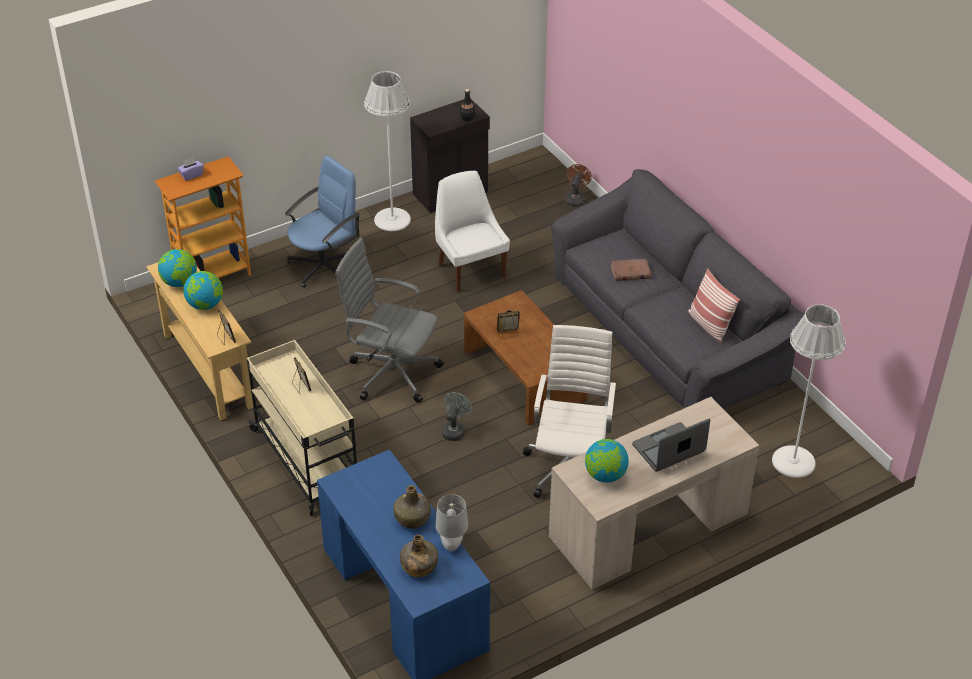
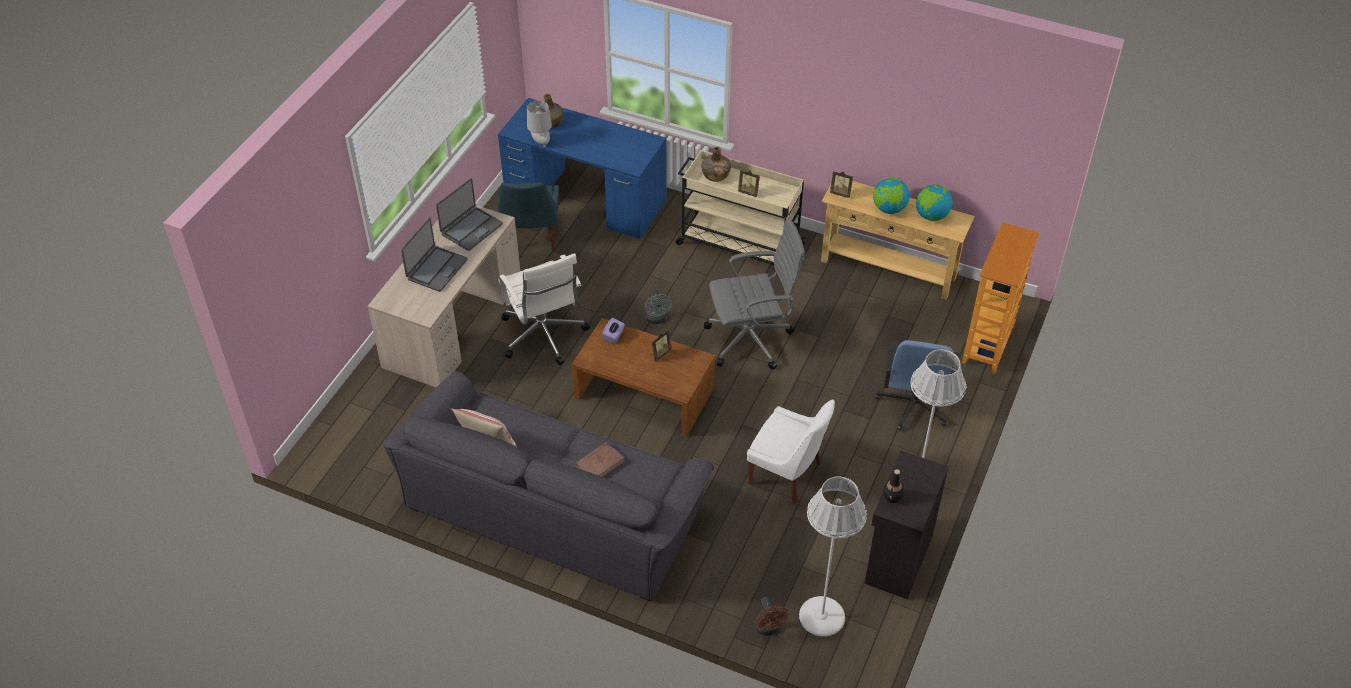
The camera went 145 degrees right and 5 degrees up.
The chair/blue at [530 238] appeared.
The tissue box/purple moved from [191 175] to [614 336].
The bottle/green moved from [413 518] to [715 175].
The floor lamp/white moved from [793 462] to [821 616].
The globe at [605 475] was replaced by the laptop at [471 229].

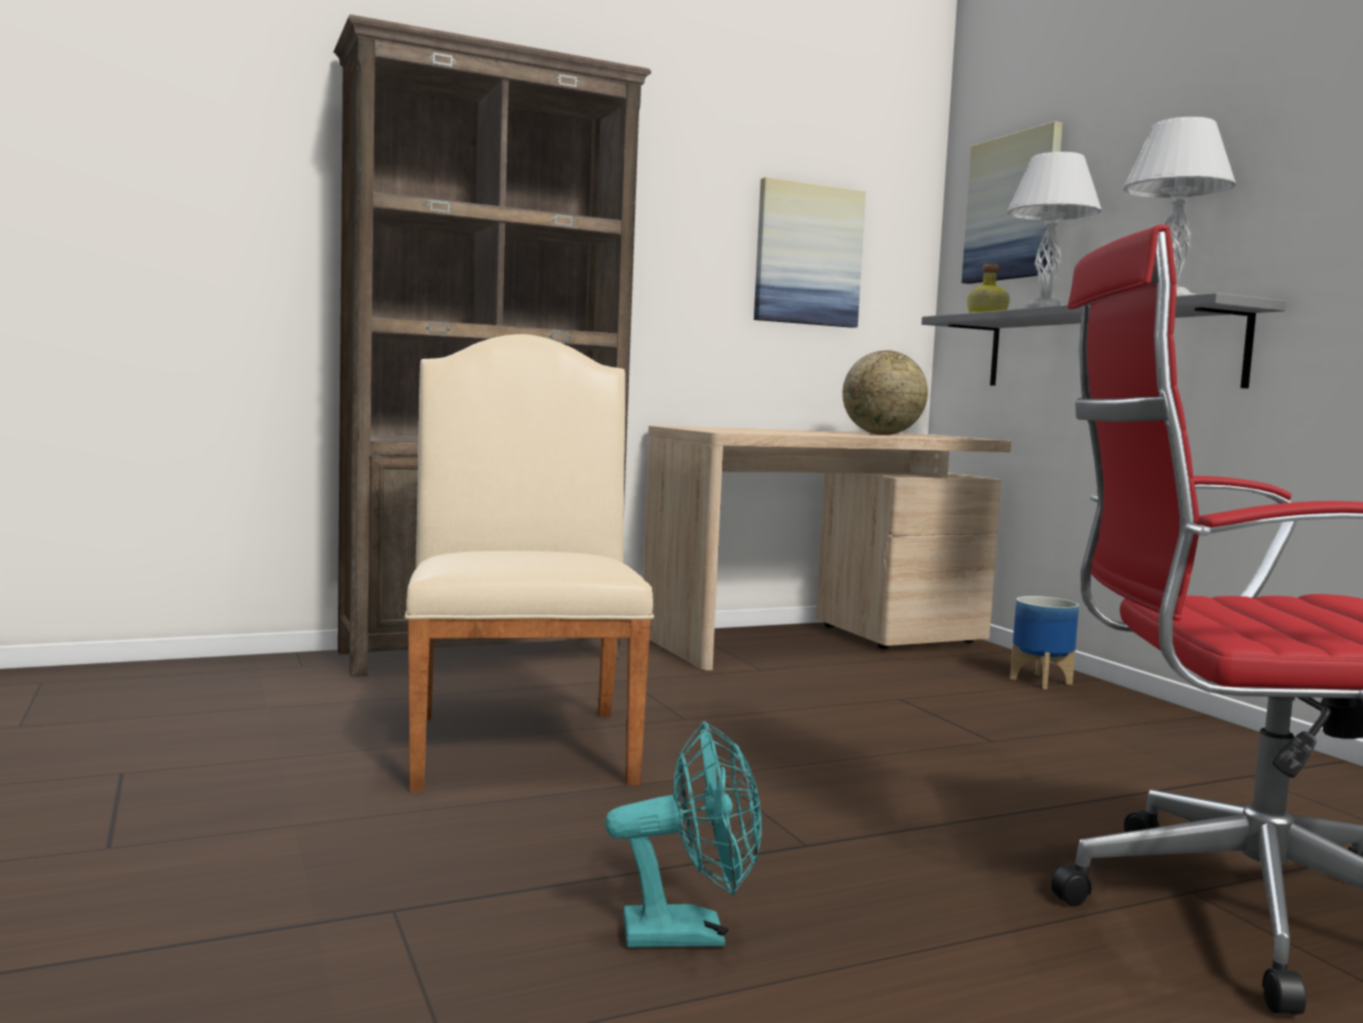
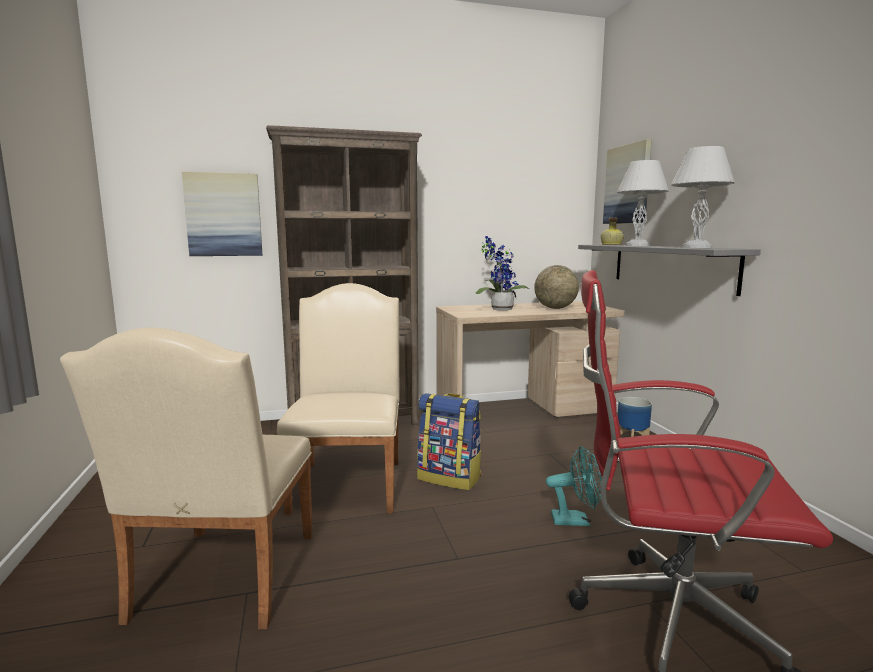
The camera went 10 degrees right and 5 degrees up.
The chair/beige at [221 583] appeared.
The backpack at [450 478] appeared.
The potted plant at [499 309] appeared.
The fan/turquoise moved from [690 933] to [576 520].
The picture moved from [807 255] to [224 215].

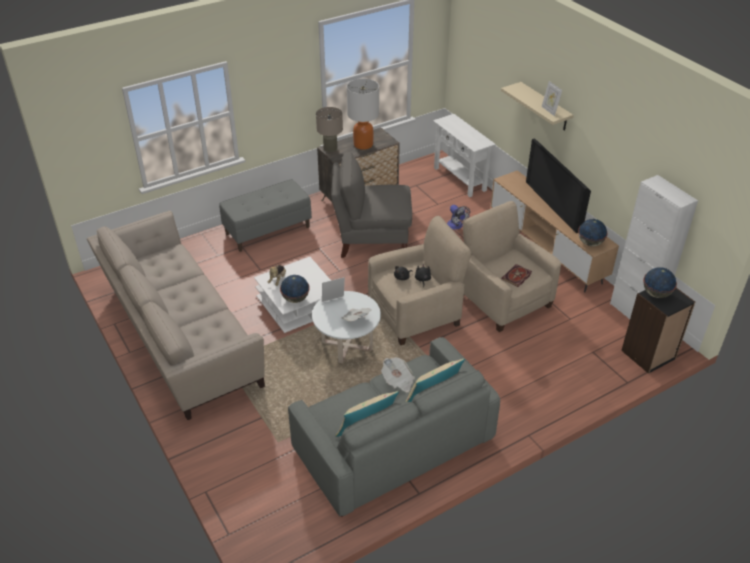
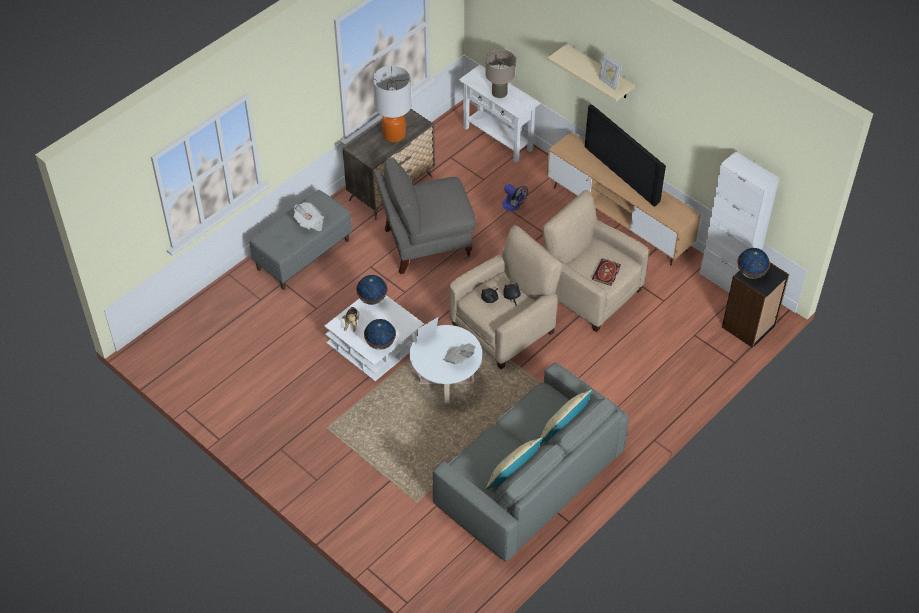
The camera went 15 degrees left and 10 degrees up.
The sofa/beige at [179 338] disappeared.
The table lamp/beige moved from [330 148] to [499 92].
The newspaper moved from [398 381] to [310 223].
The globe moved from [590 243] to [372 299].

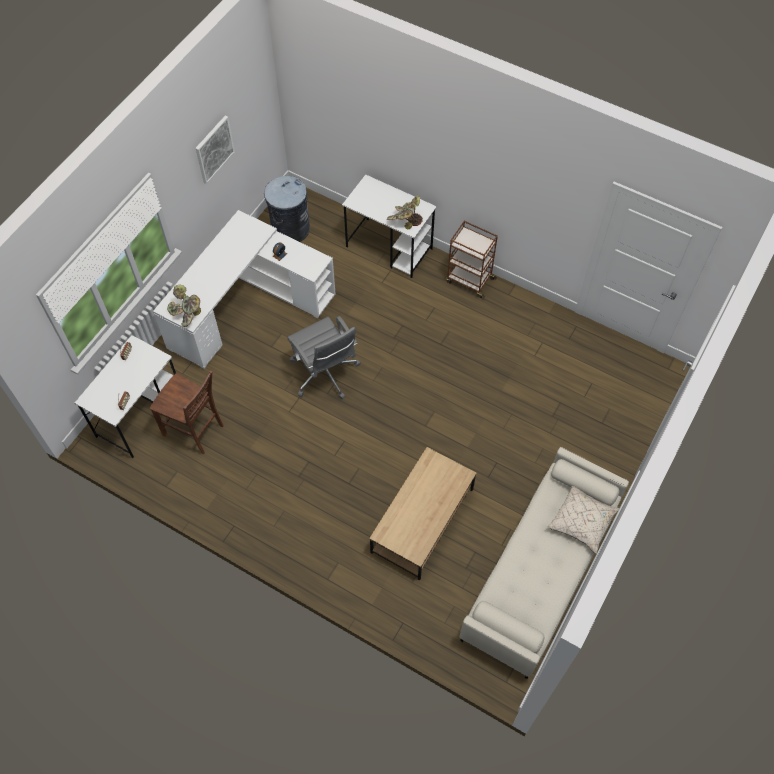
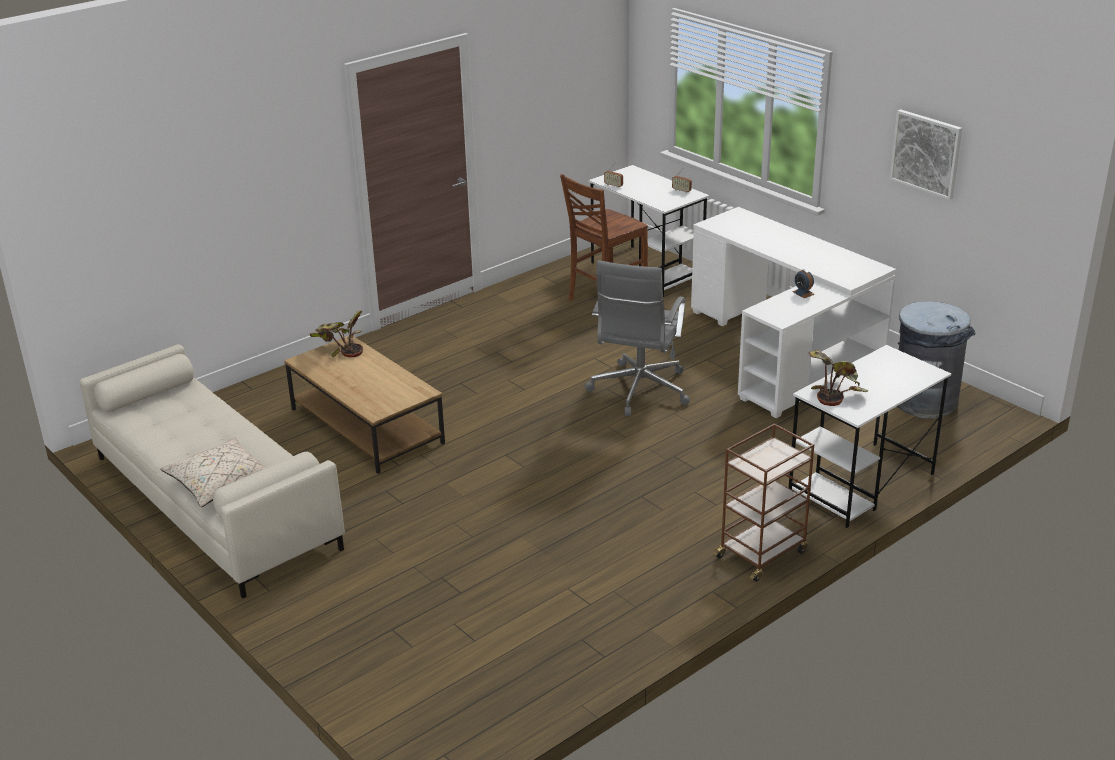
The camera went 110 degrees right and 30 degrees down.
The potted plant moved from [187 314] to [340 349].
The office chair/grey at [325 374] turned 60 degrees counterclockwise.

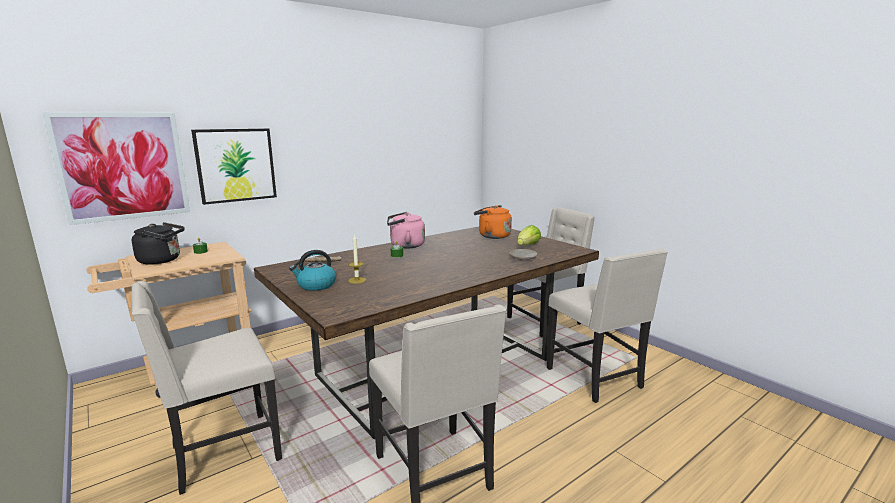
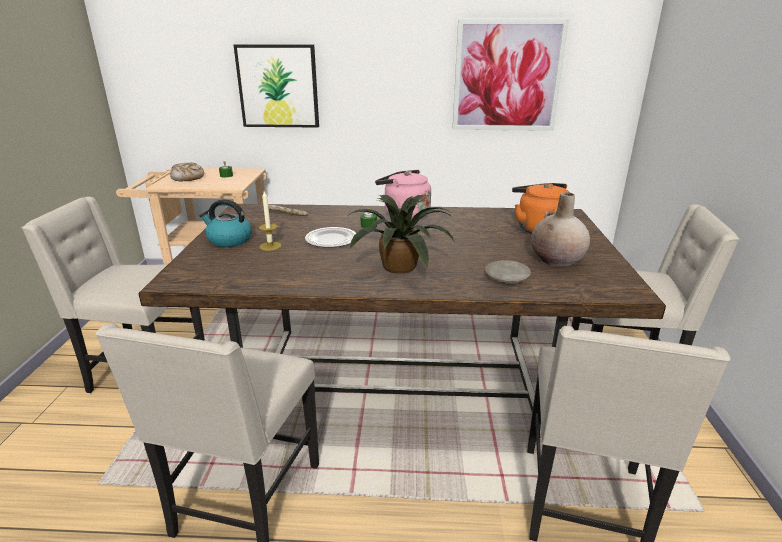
The camera went 40 degrees right and 10 degrees up.
The plate at [331 240] appeared.
The potted plant at [402 268] appeared.
The picture moved from [123 166] to [507 76].
The kettle/black at [162 260] was replaced by the bread at [188 178].
The lettuce at [528 246] was replaced by the vase/beige at [557 260].

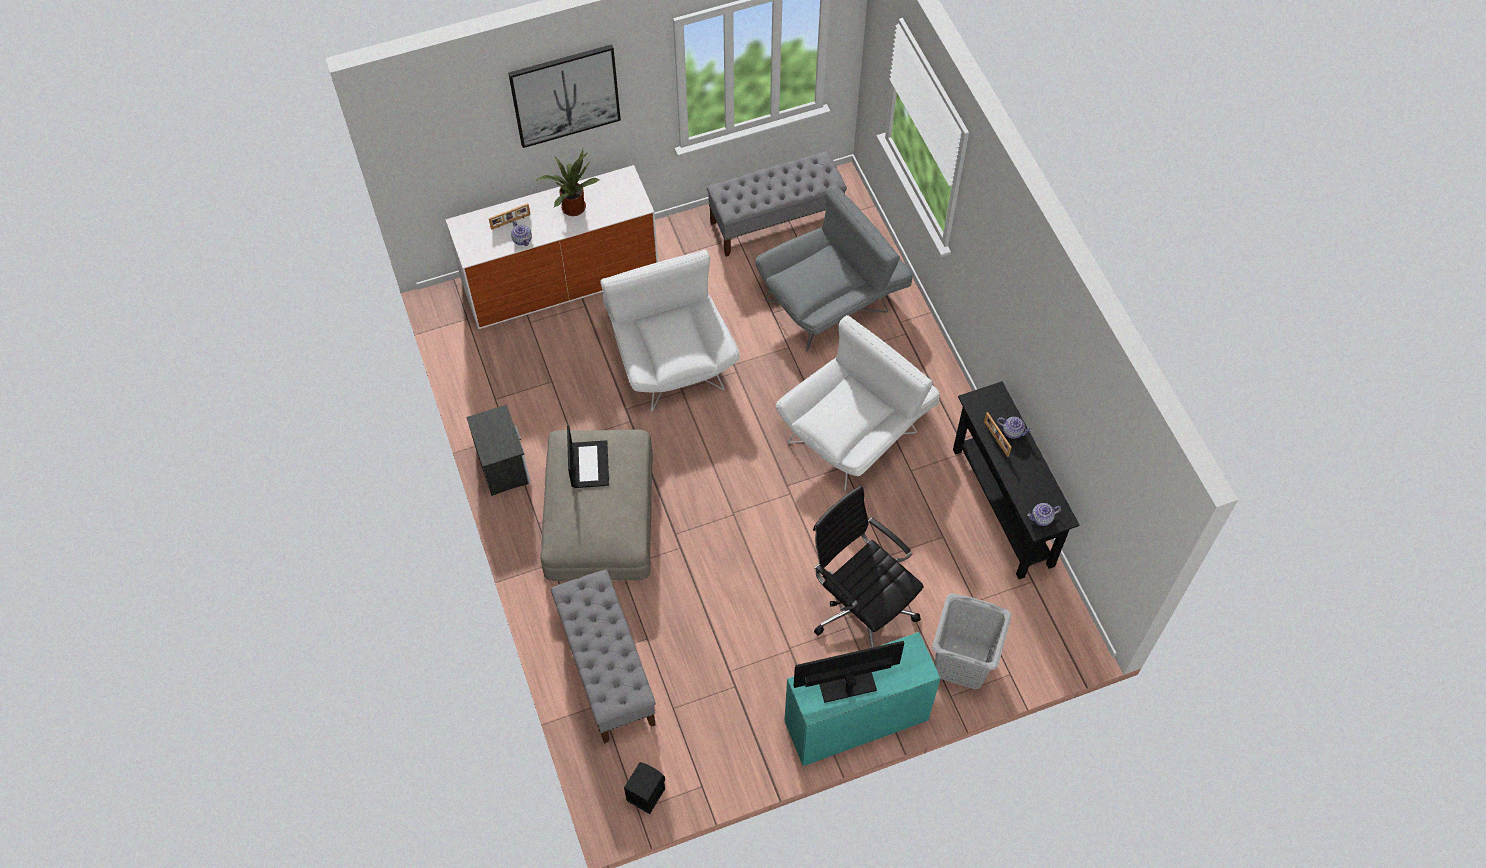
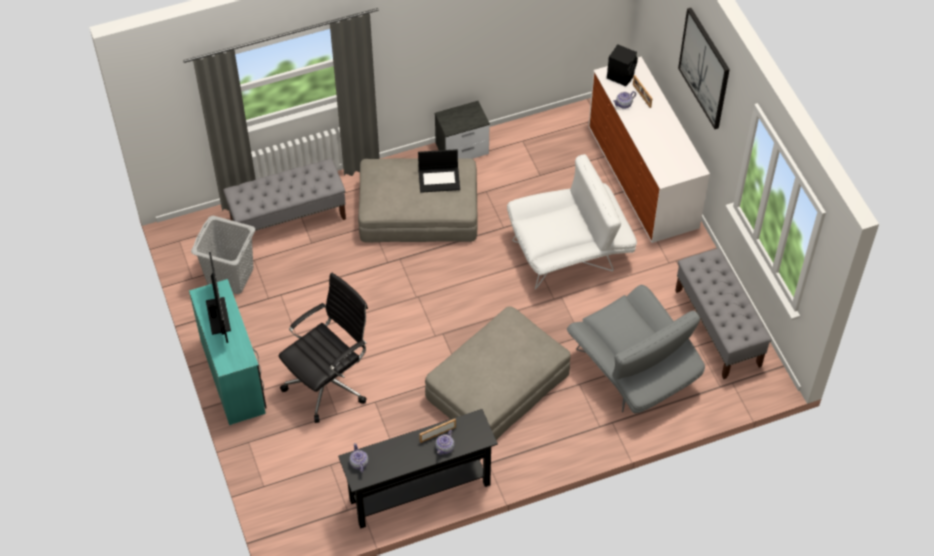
The camera went 90 degrees right and 5 degrees down.
The potted plant at [572 205] disappeared.
The speaker/black moved from [645 794] to [621 75].
The laundry basket/grey moved from [962 662] to [230 276].
The armchair/white at [857 429] was replaced by the ottoman/beige at [498 385].

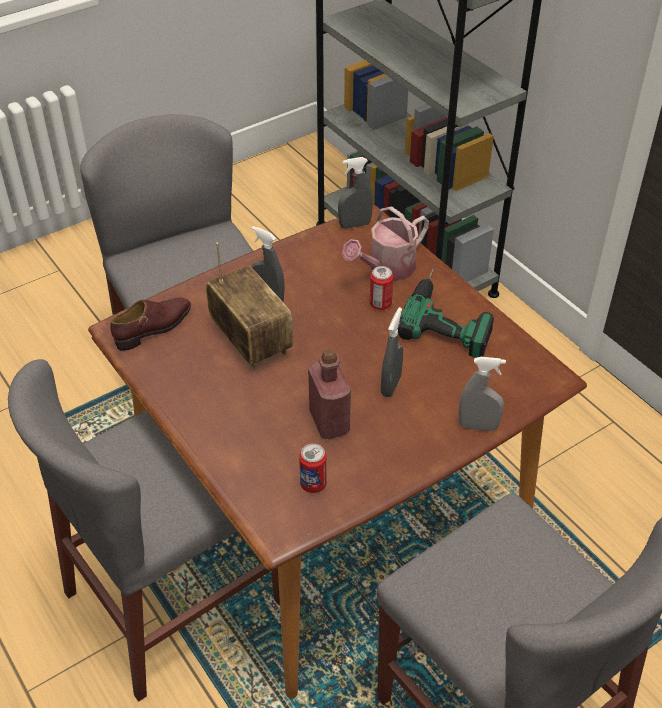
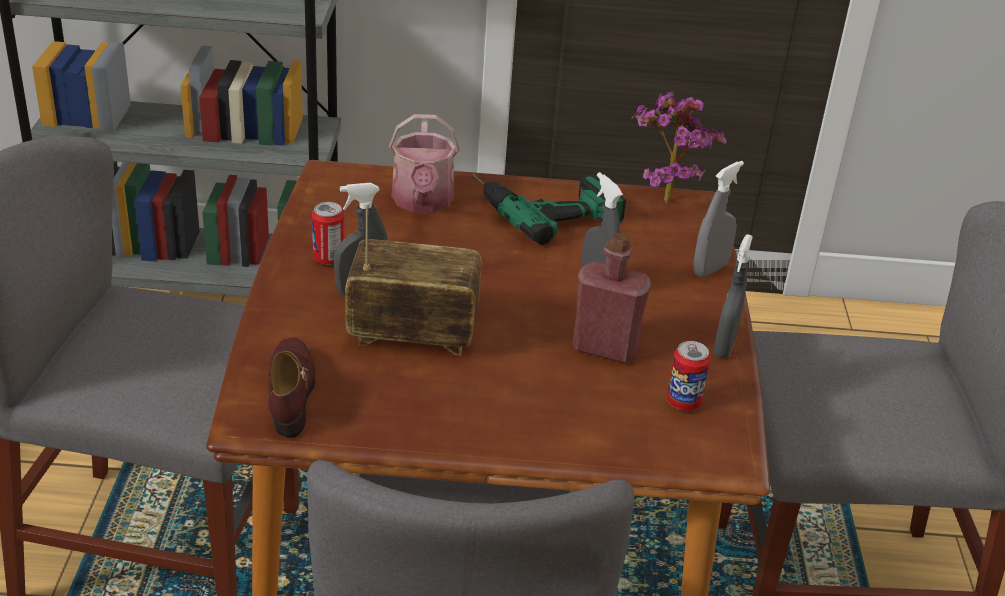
The camera went 55 degrees left and 10 degrees down.
The potted plant at [663 197] appeared.
The spray bottle/grey moved from [354 225] to [724 346].
The can moved from [380 304] to [328 259].

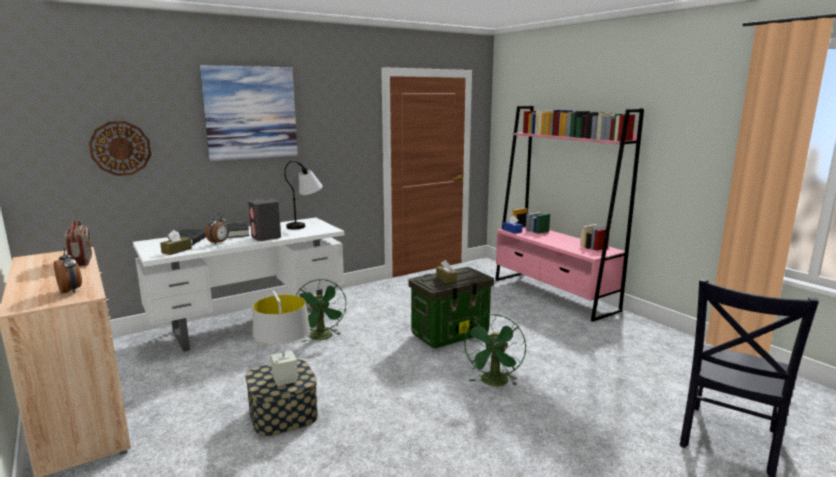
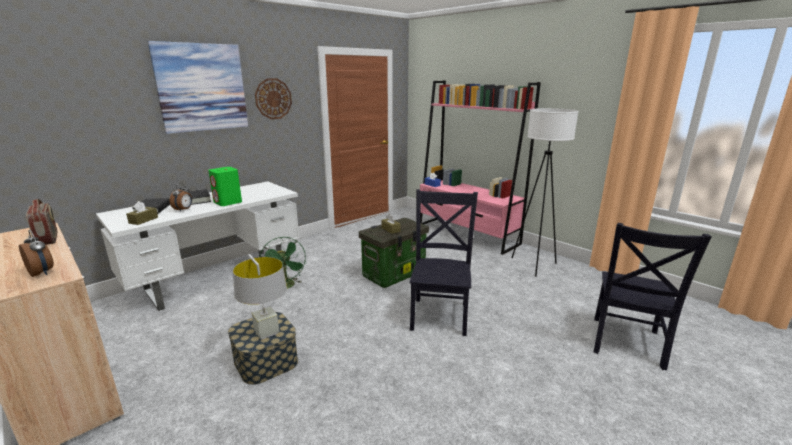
The camera went 10 degrees left and 5 degrees up.
The table lamp at [306 224] disappeared.
The floor lamp/white at [533 265] appeared.
The wall clock moved from [120 148] to [273 99].
The fan/green at [494 383] was replaced by the chair/black at [440 314].
The speaker/grey at [266 237] became the speaker/green at [228 202].

